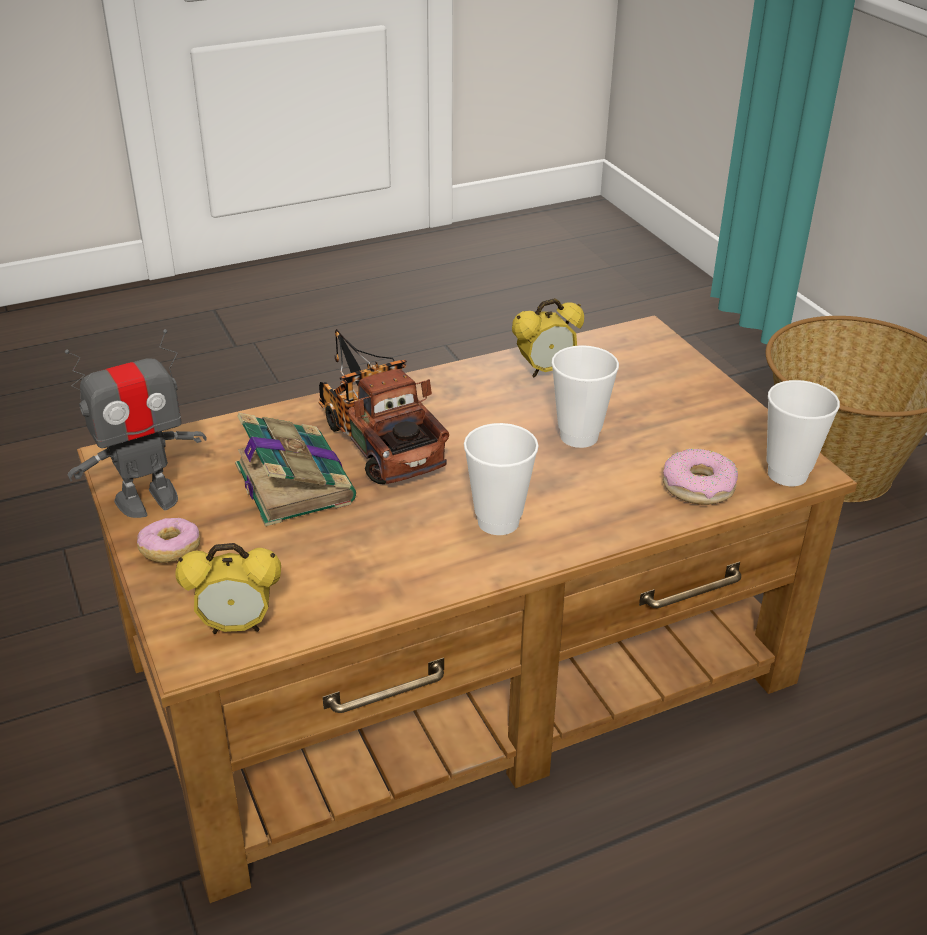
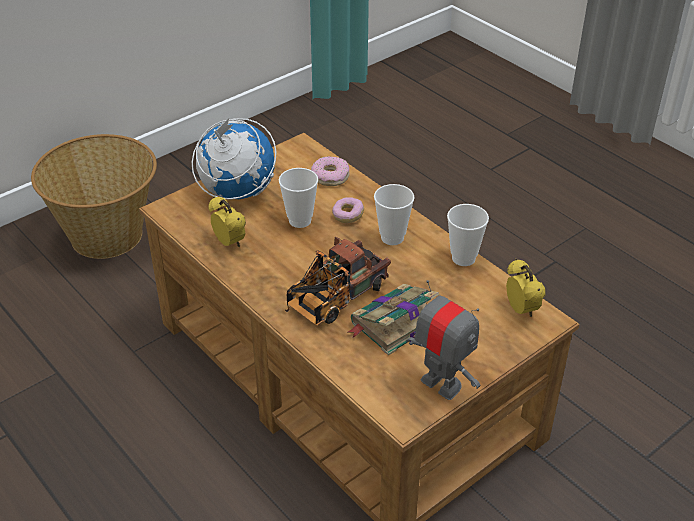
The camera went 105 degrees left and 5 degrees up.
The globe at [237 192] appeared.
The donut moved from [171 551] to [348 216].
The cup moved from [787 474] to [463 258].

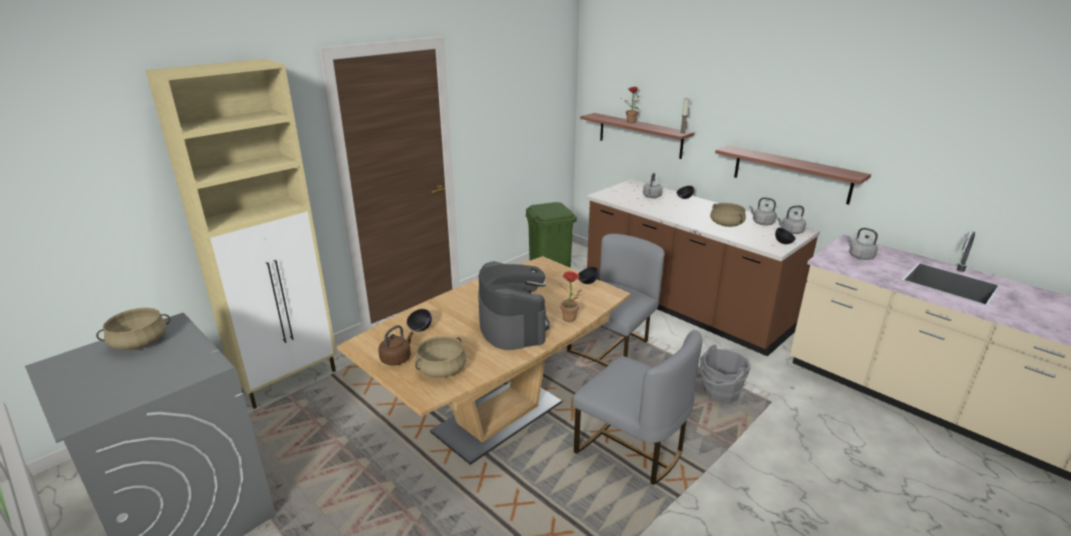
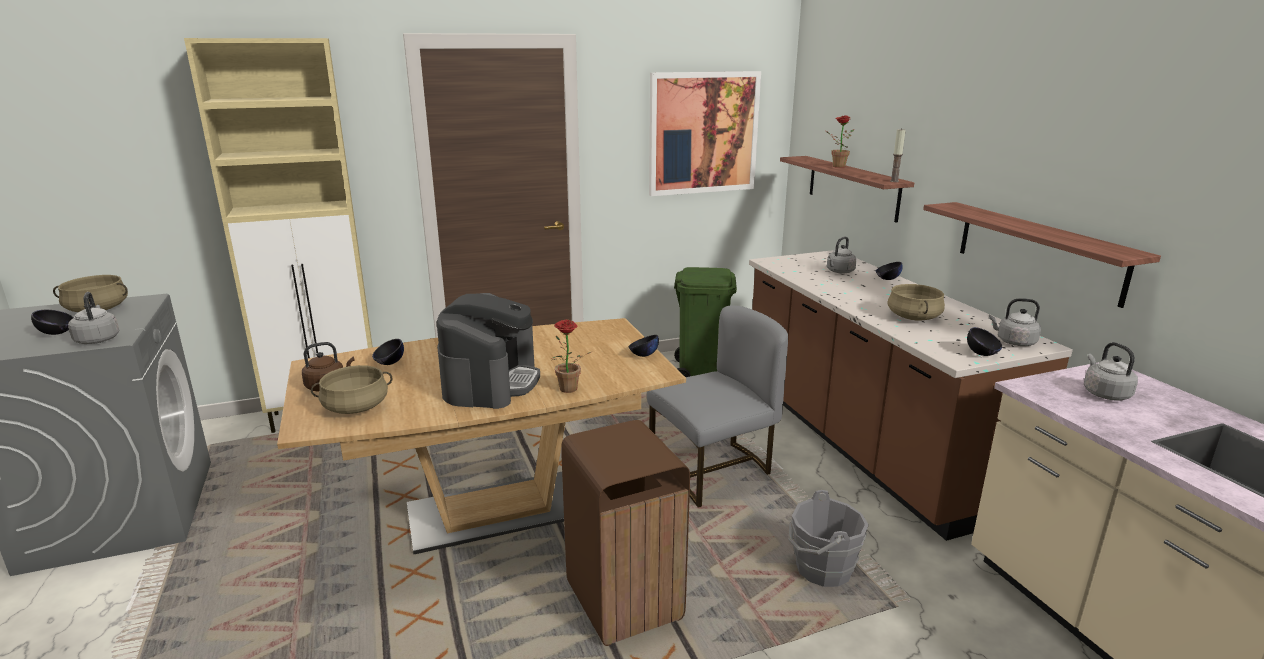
The camera went 25 degrees right and 5 degrees down.
The bowl/black at [57 333] appeared.
The picture at [703 133] appeared.
The kettle/grey moved from [761 223] to [98 339].
The chair/grey at [631 449] was replaced by the trash can/brown at [623 602].

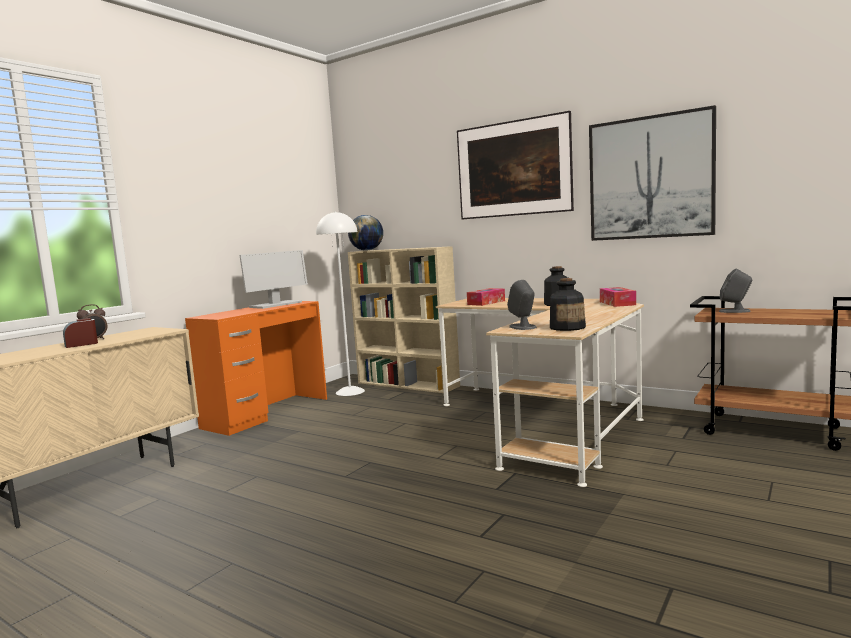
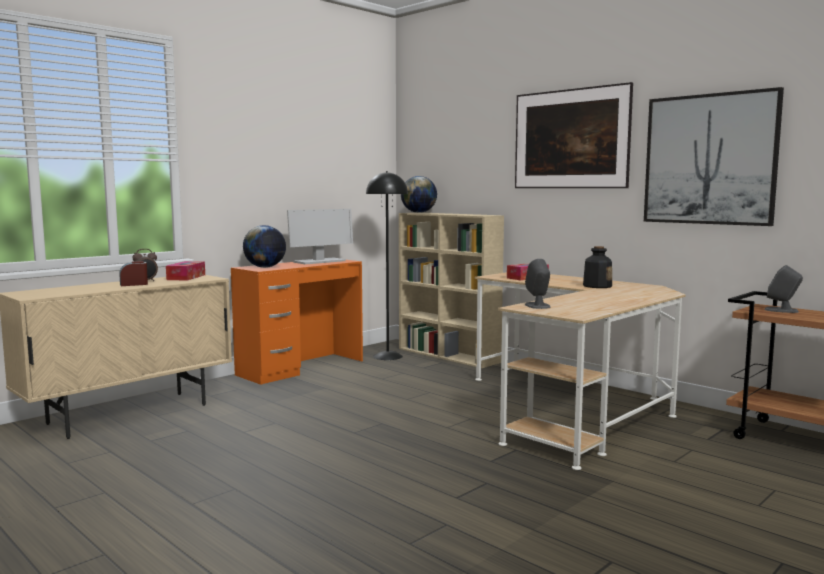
The camera went 10 degrees right and 0 degrees up.
The bottle at [567 327] disappeared.
The globe at [265 267] appeared.
The tissue box moved from [617 303] to [186 277].
The floor lamp/white at [350 391] became the floor lamp/black at [388 356].

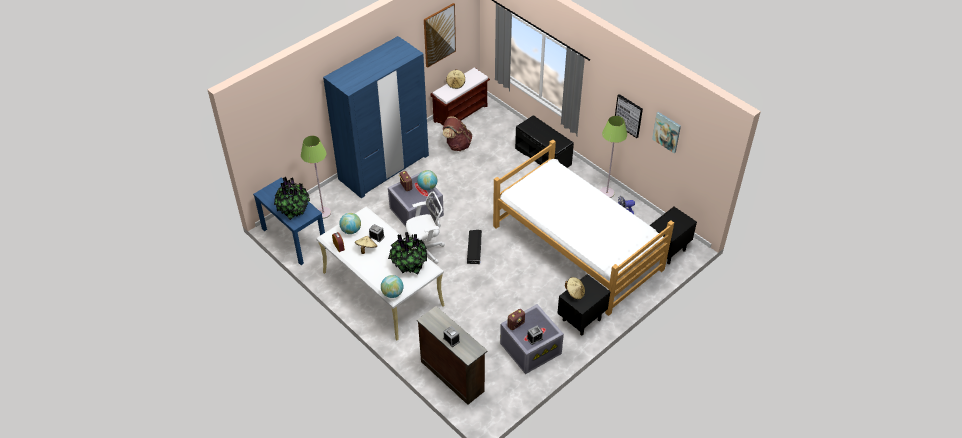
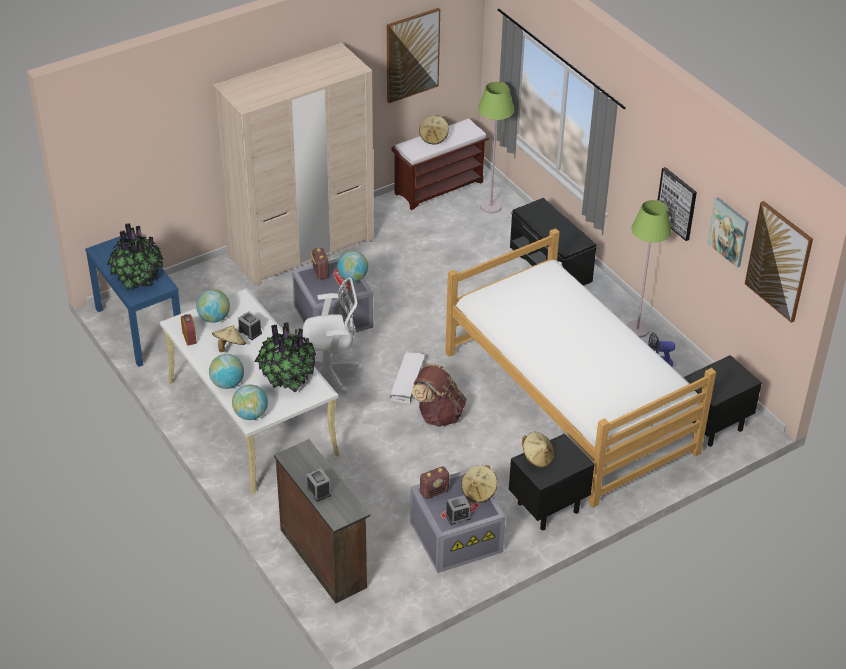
The camera went 10 degrees right and 5 degrees down.
The globe at [227 383] appeared.
The hat/beige at [479 491] appeared.
The picture at [779 261] appeared.
The floor lamp/green moved from [323 213] to [491 206].
The backpack/brown moved from [457 145] to [438 414].
The wardrobe/blue at [384 167] became the wardrobe/beige at [301 247].
The storage box/black at [474 248] became the storage box/white at [408 380].

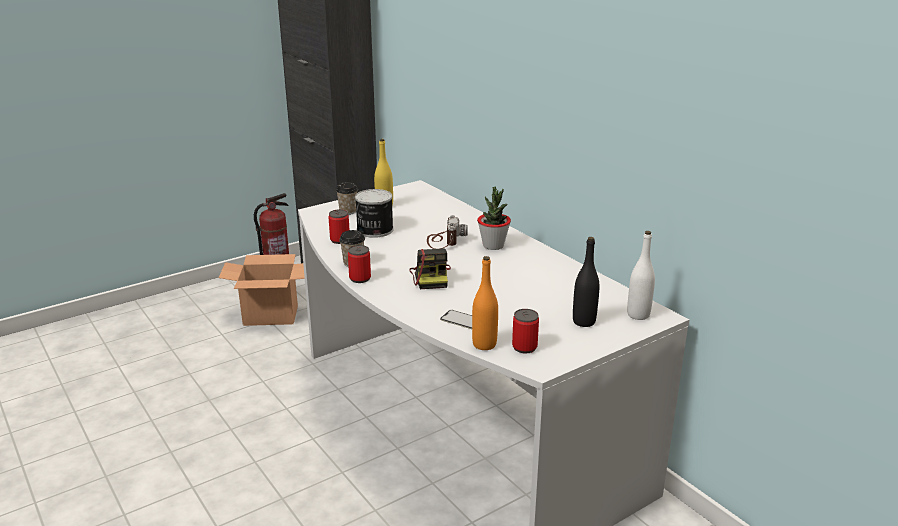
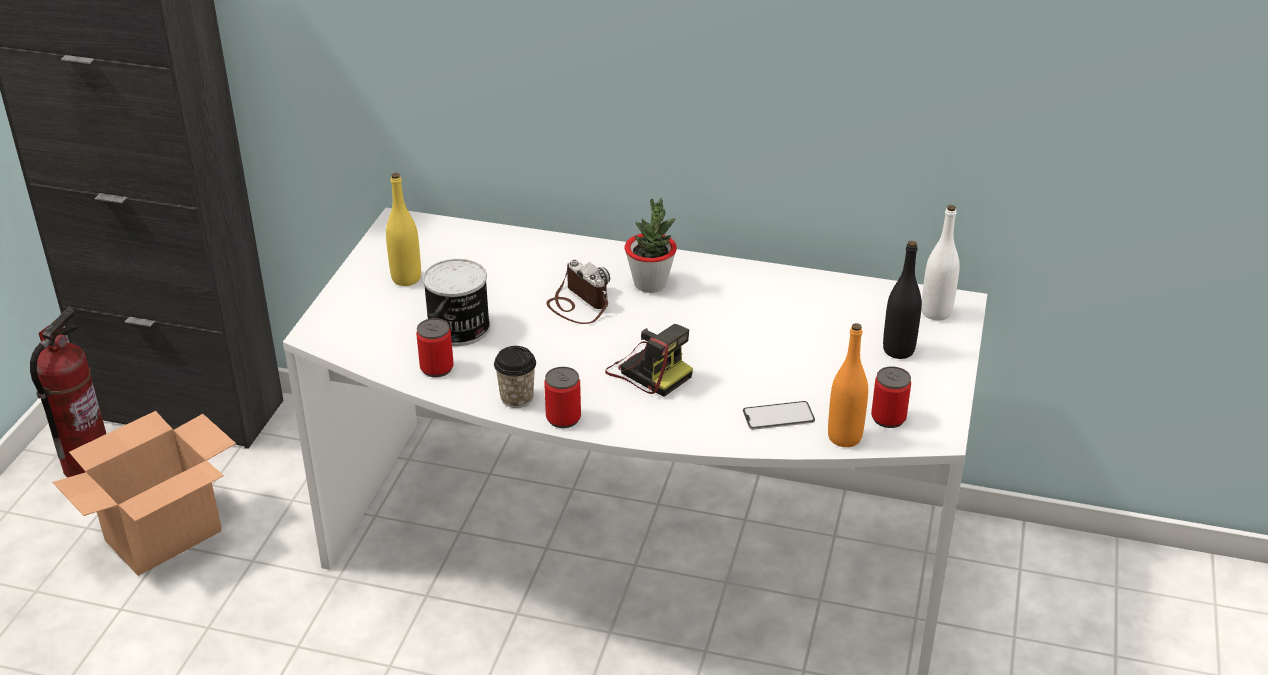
The camera went 40 degrees left and 10 degrees up.
The cup at [348 211] disappeared.

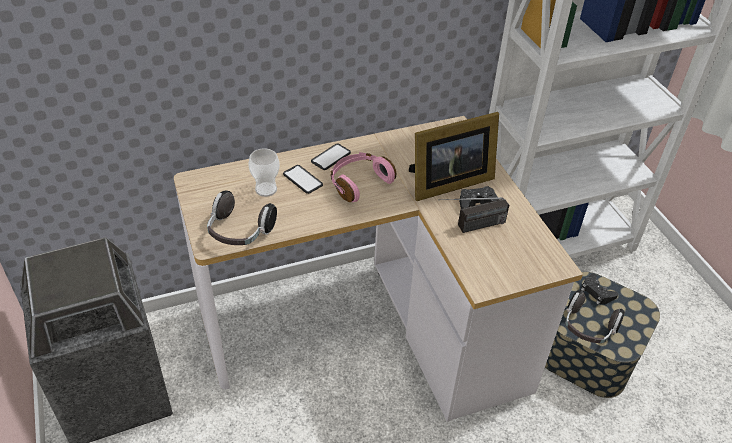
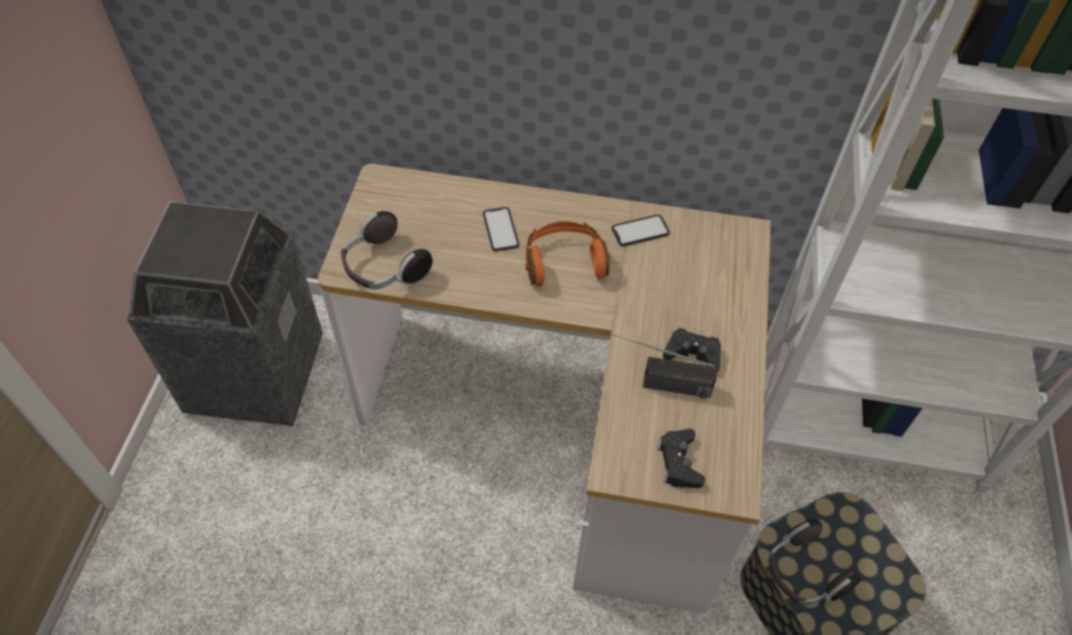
The camera went 30 degrees right and 10 degrees up.
The cup at [266 189] disappeared.
The picture frame at [447 183] disappeared.
The phone moved from [331 157] to [640 231].
The game controller/black moved from [597 292] to [679 462].
The headphones/pink at [359 182] became the headphones/orange at [564 262].

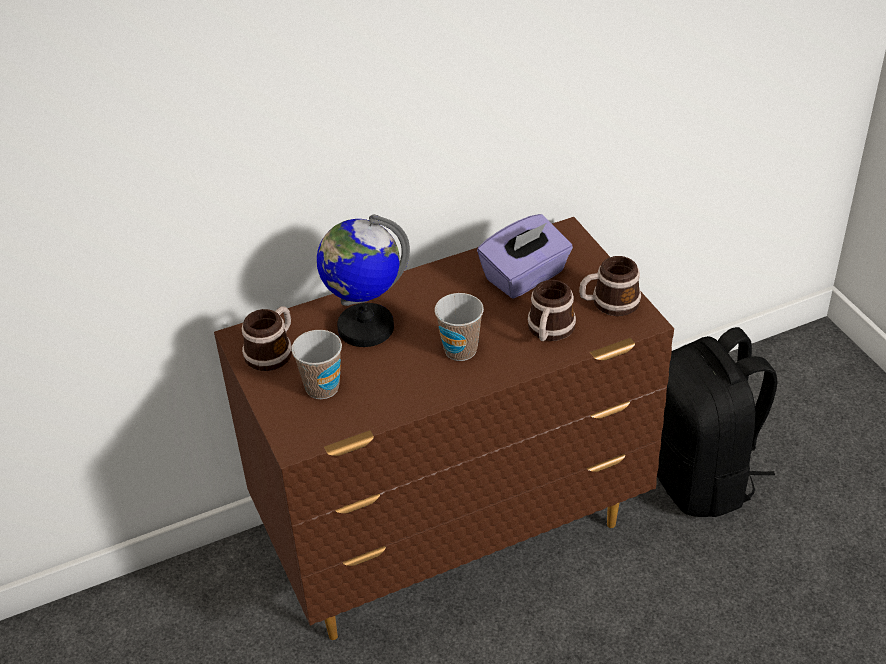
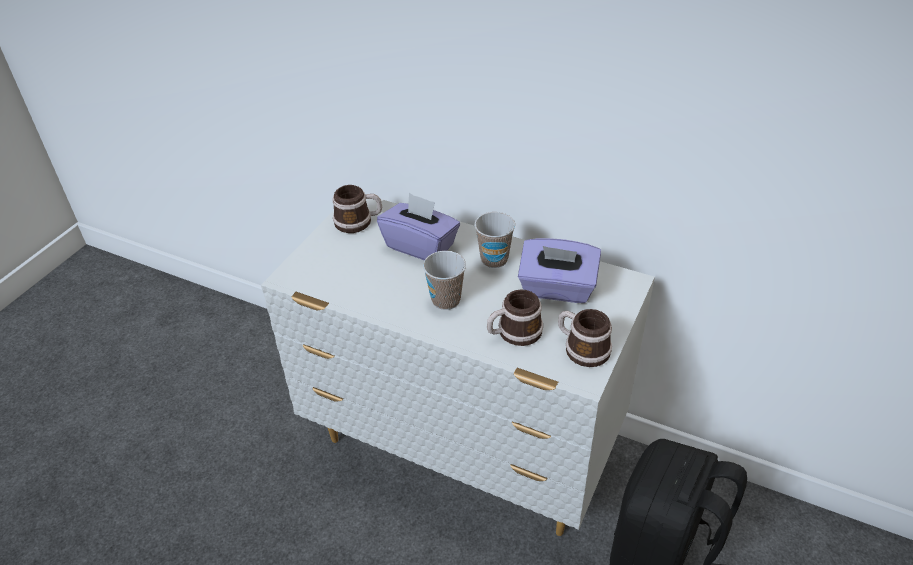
The camera went 50 degrees right and 0 degrees up.
The cup moved from [322 388] to [494 259].
The globe at [365 327] was replaced by the tissue box/purple at [420 246].
The dresser/brown at [455 536] became the dresser/white at [464 449].

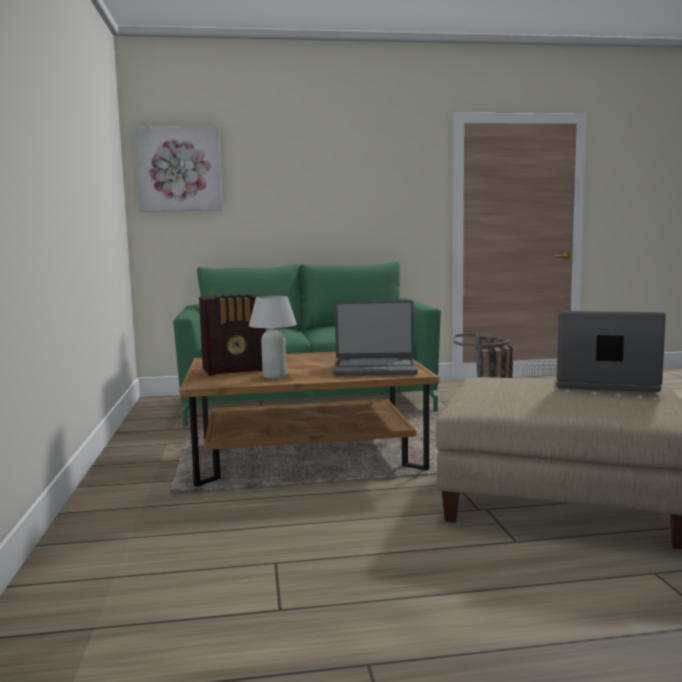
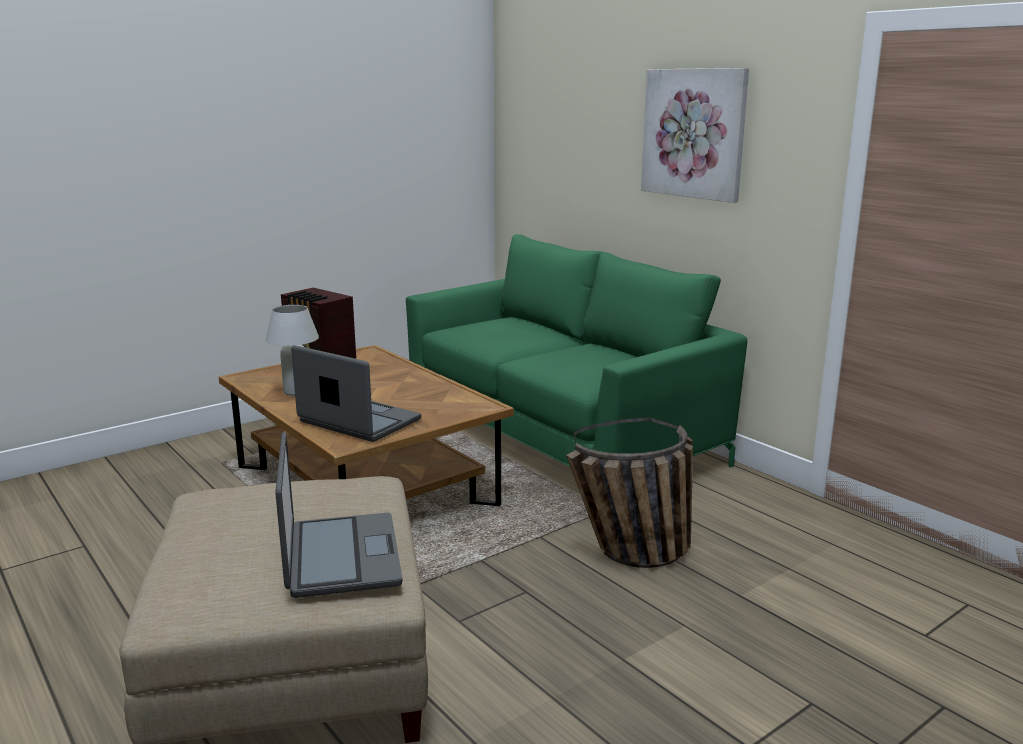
The camera went 60 degrees right and 10 degrees up.
The picture moved from [179 169] to [694 133].
The laptop at [375 369] turned 150 degrees clockwise.

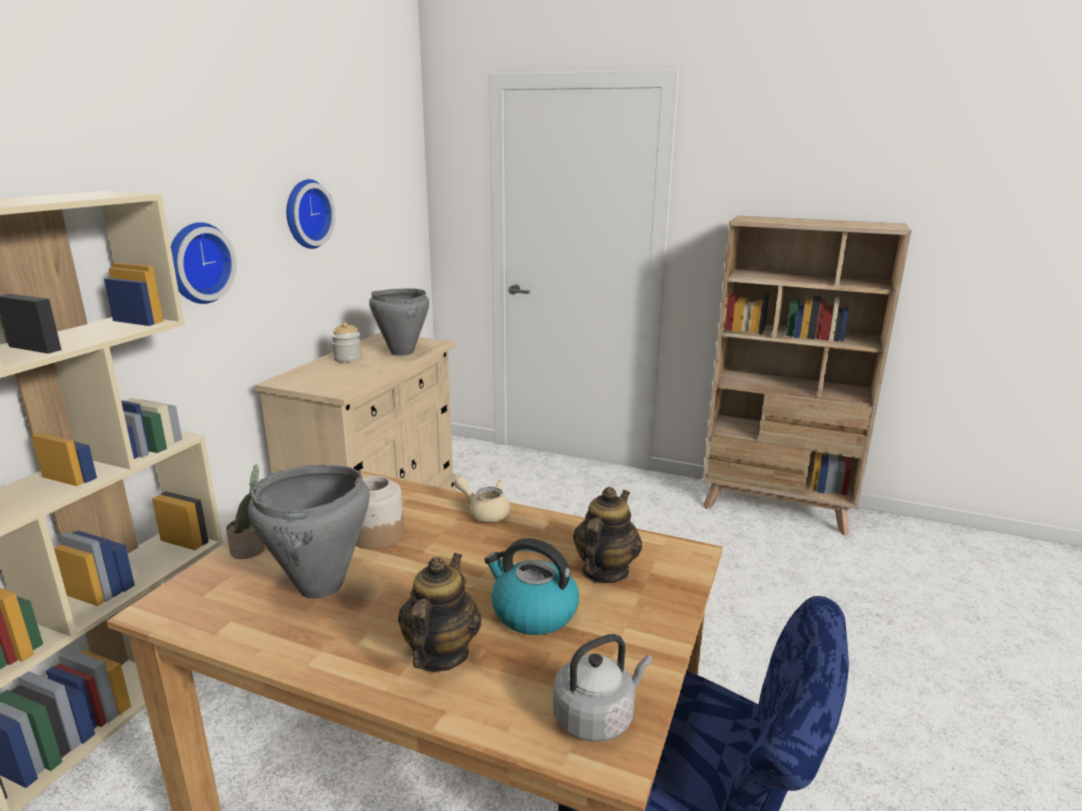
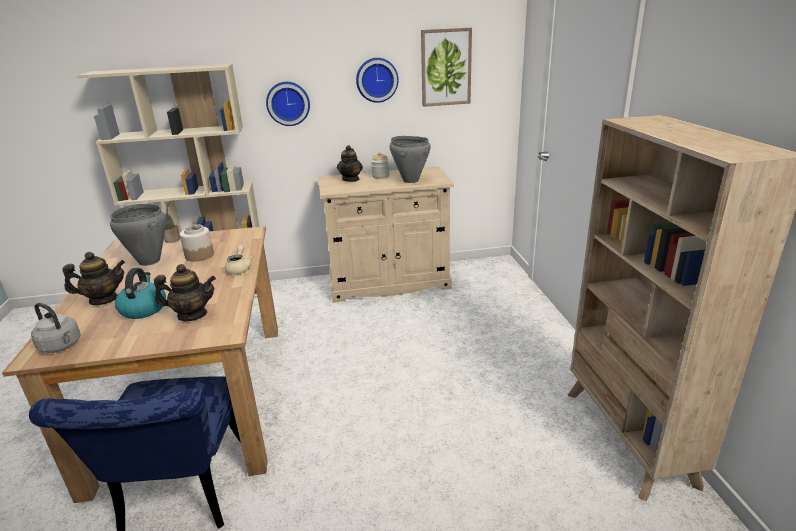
The camera went 60 degrees right and 5 degrees up.
The teapot at [351 179] appeared.
The picture at [446 67] appeared.

